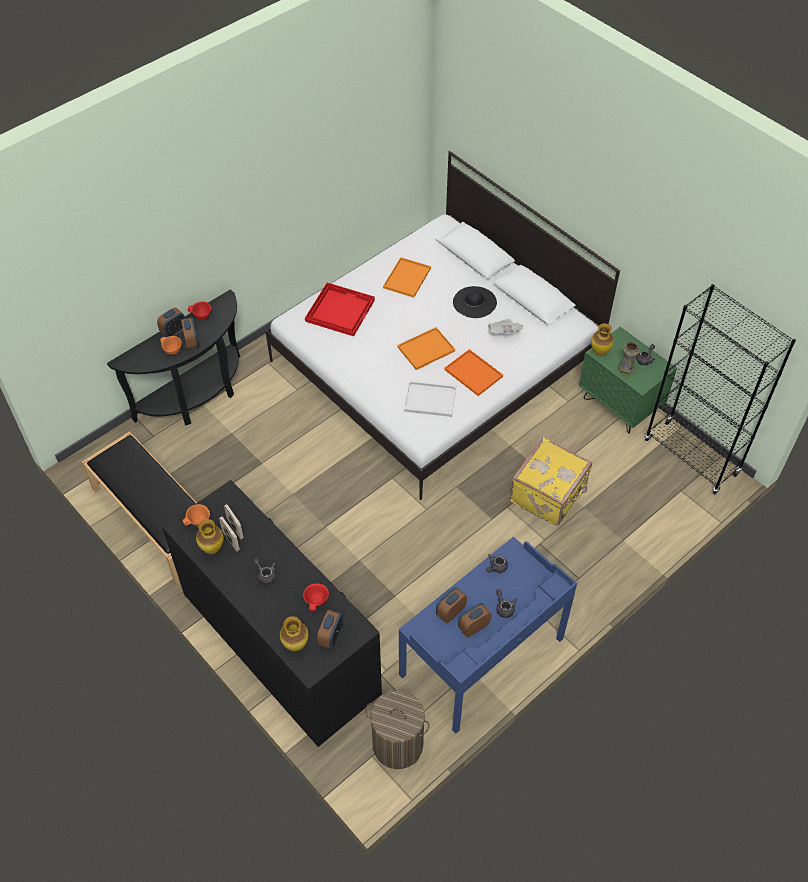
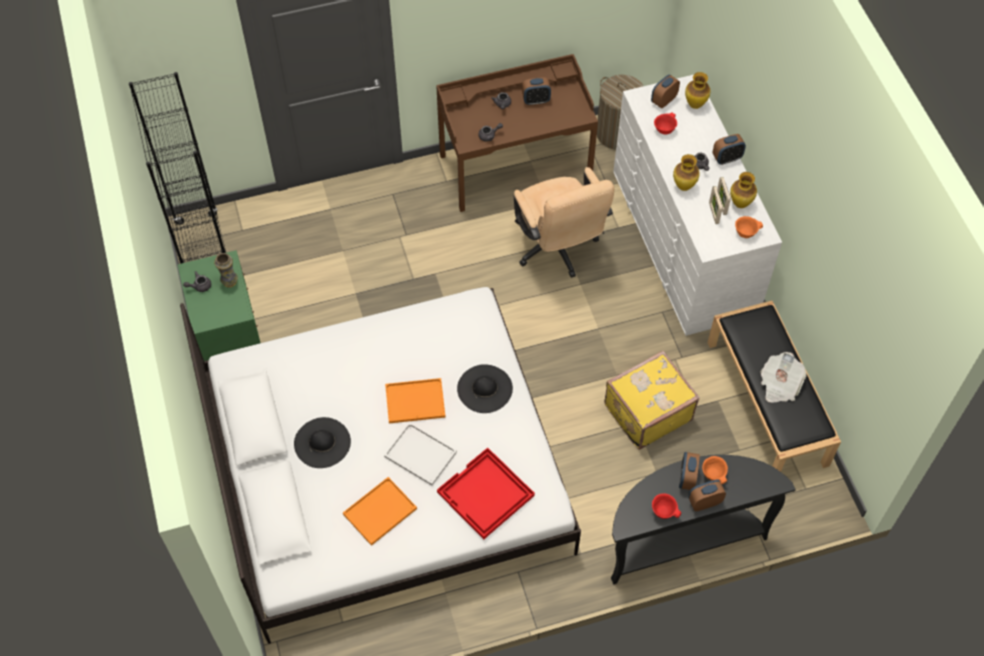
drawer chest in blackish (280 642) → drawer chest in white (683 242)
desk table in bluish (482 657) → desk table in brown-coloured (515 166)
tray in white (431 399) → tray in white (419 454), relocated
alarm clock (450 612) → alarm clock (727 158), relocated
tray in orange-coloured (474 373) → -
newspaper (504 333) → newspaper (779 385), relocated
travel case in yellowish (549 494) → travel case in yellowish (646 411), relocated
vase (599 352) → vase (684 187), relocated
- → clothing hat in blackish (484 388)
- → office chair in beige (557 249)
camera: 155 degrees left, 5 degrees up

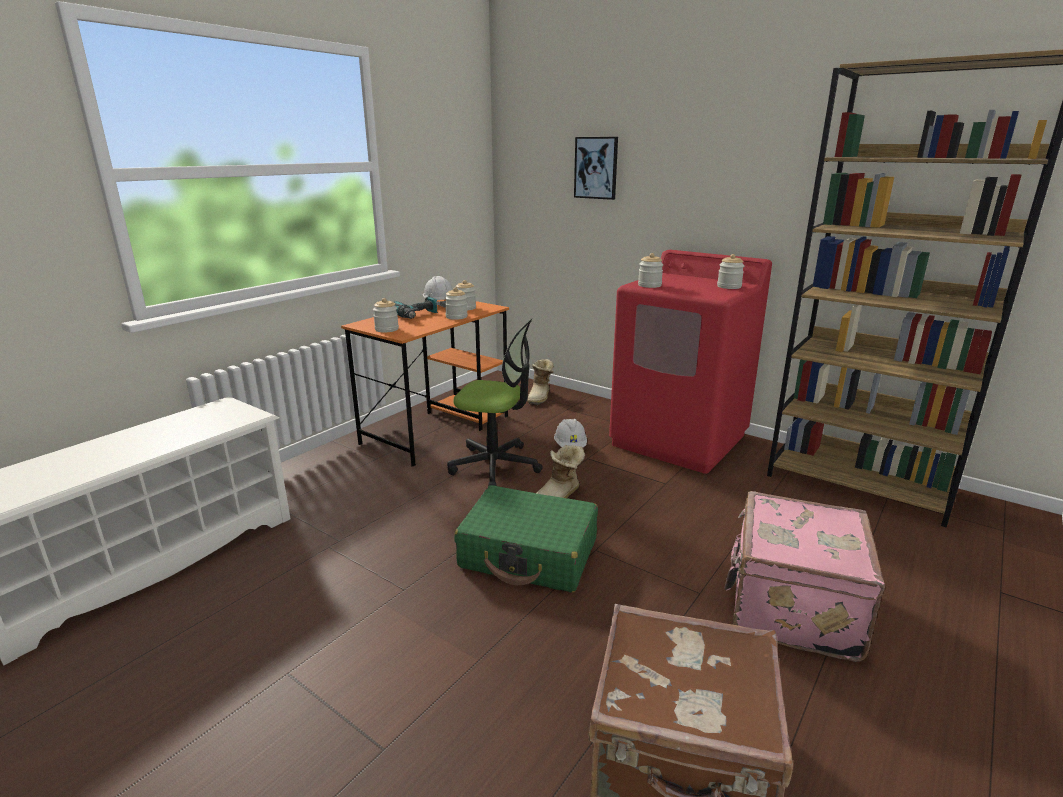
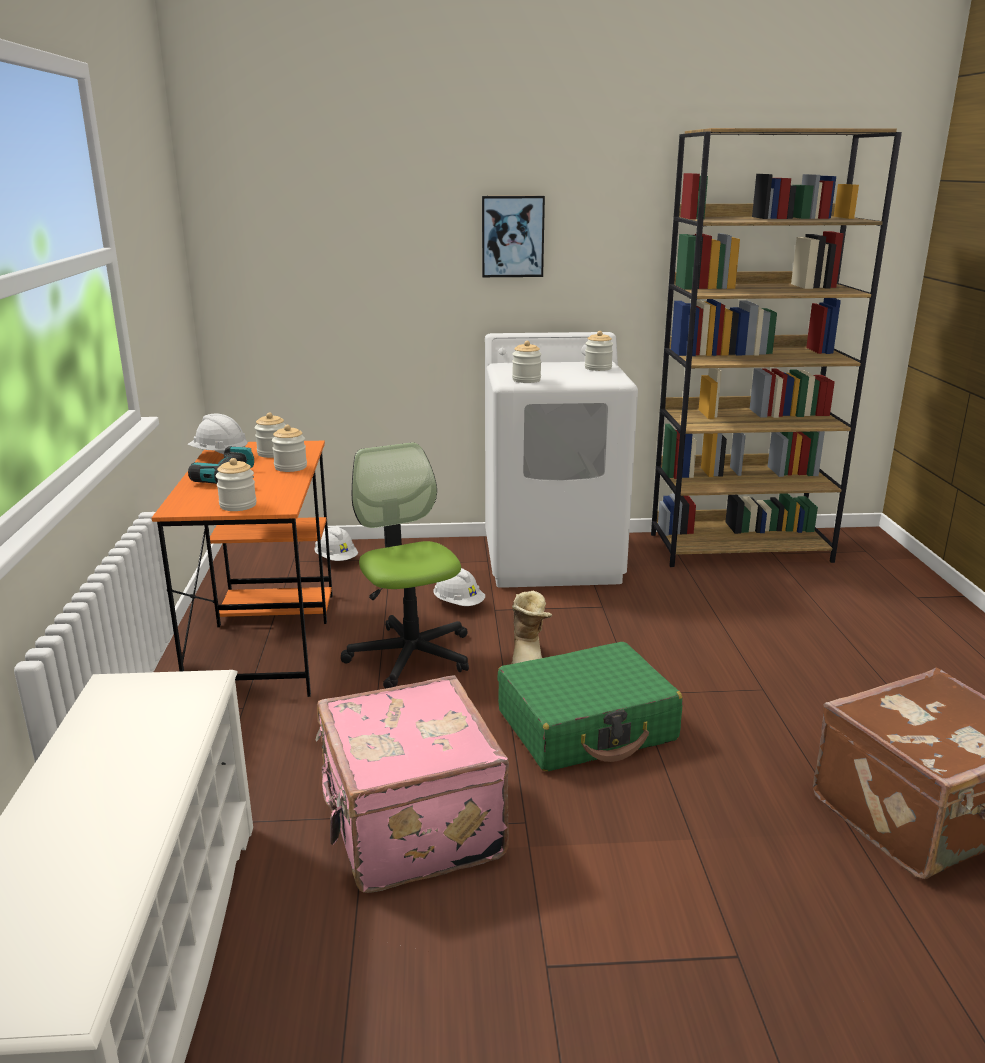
office chair (495 466) → office chair (410 655), 90 degrees counterclockwise
boot (540 397) → work helmet in white (336 559)
wall art (596 168) → wall art (512 236), relocated
washing machine in reddish (679 440) → washing machine in white (553 559)
travel case in pink-coloured (790 607) → travel case in pink-coloured (409 826), relocated
camera: 40 degrees left, 0 degrees up

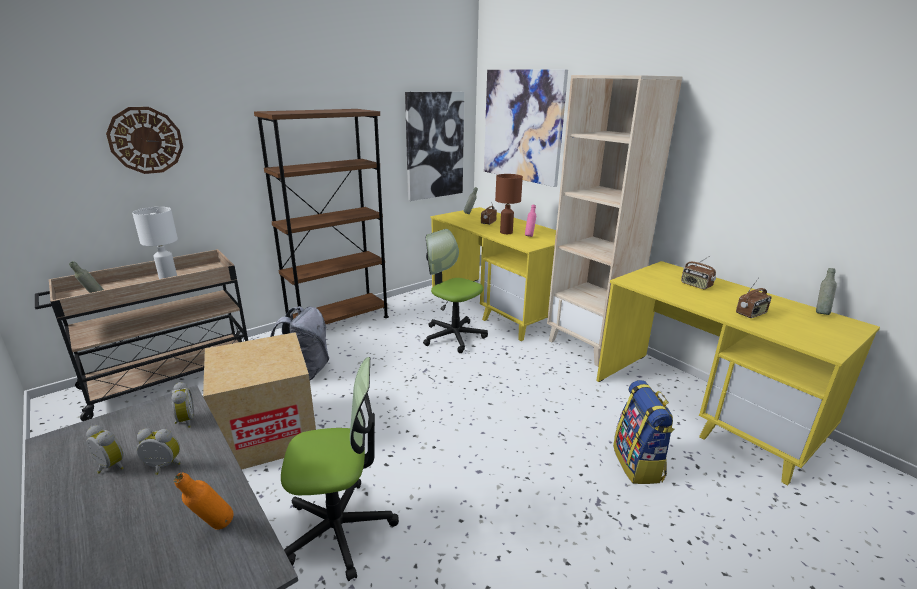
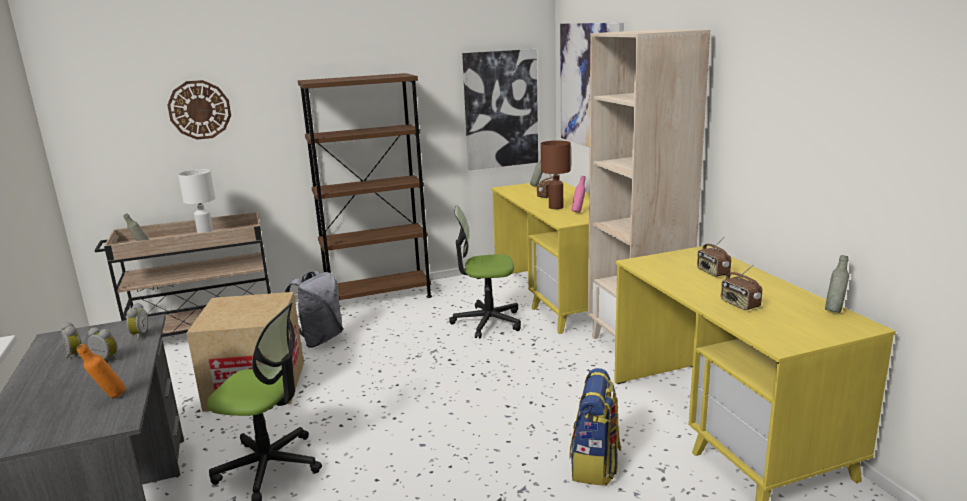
office chair (453 336) → office chair (487 322), 60 degrees counterclockwise
radio set (751 314) → radio set (739 304), 75 degrees clockwise
camera: 20 degrees right, 5 degrees down

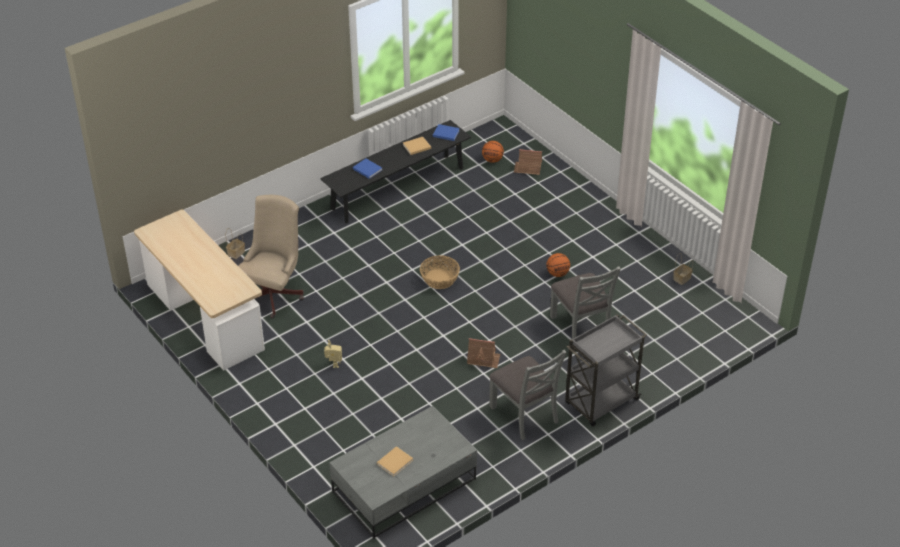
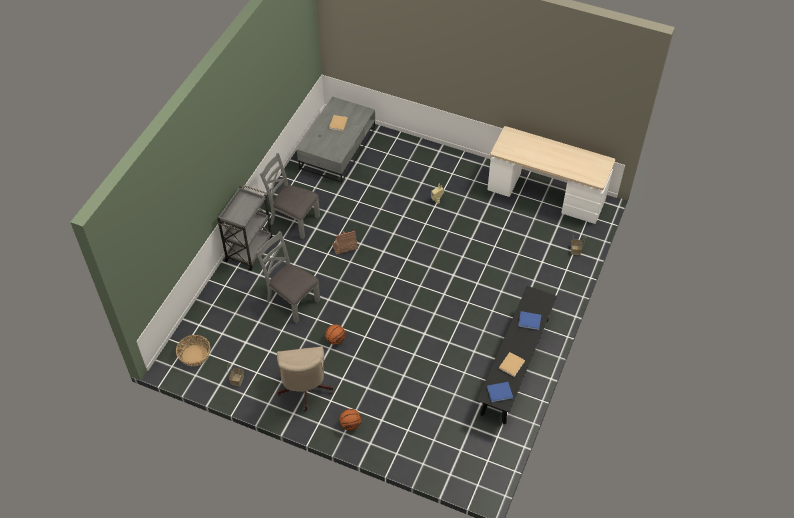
office chair in beige (274 293) → office chair in beige (304 390), relocated
basket (440 279) → basket (194 355), relocated
ball for basketball (492 160) → ball for basketball (350 425), relocated
miniature house (528 168) → -
camera: 150 degrees right, 10 degrees up

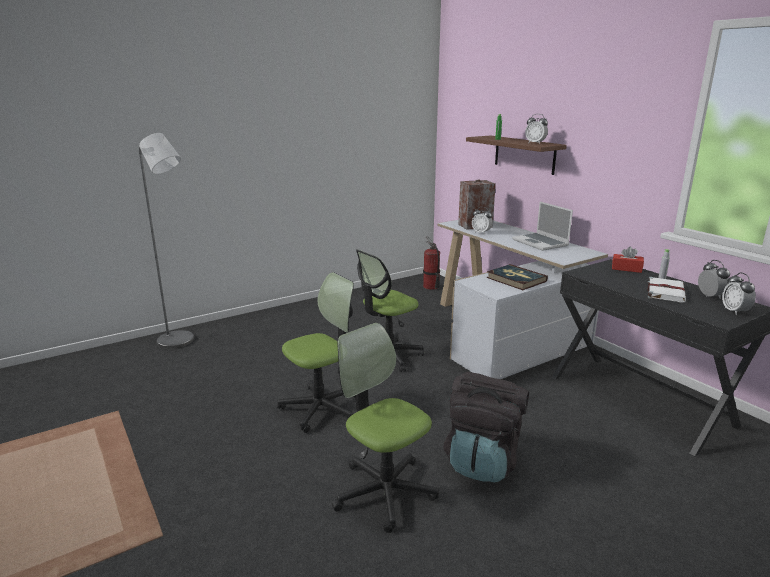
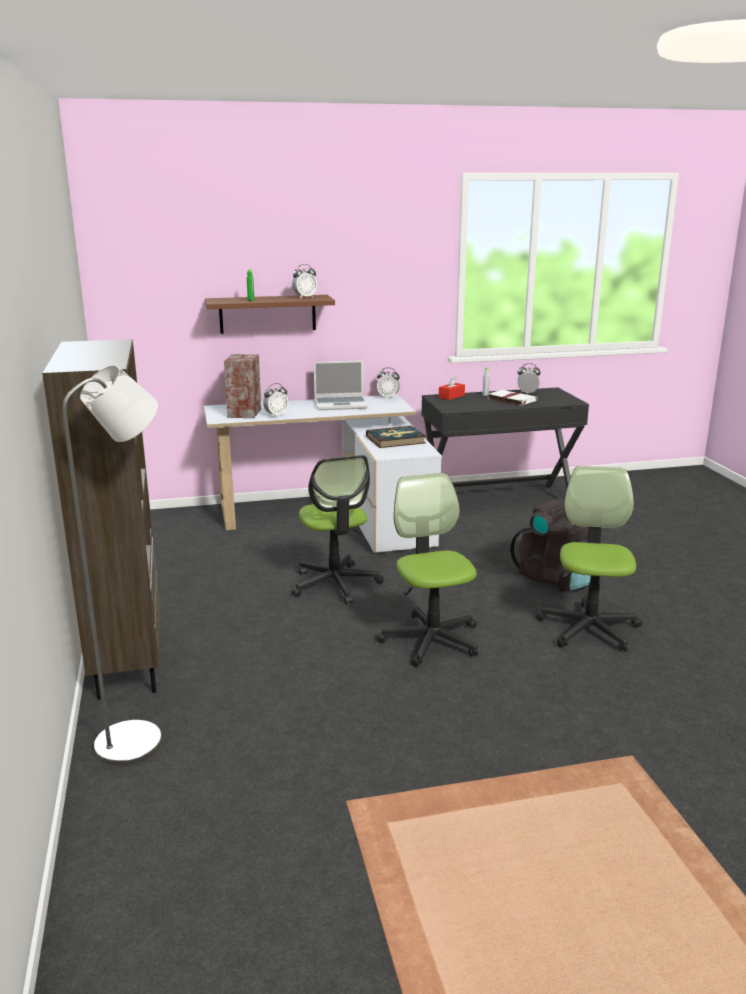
office chair (384 491) → office chair (589 628), 120 degrees clockwise
extinguisher (431 287) → -
alarm clock (734 311) → alarm clock (388 397), relocated
- → bookcase in brown-coloured (127 664)
camera: 70 degrees left, 0 degrees up

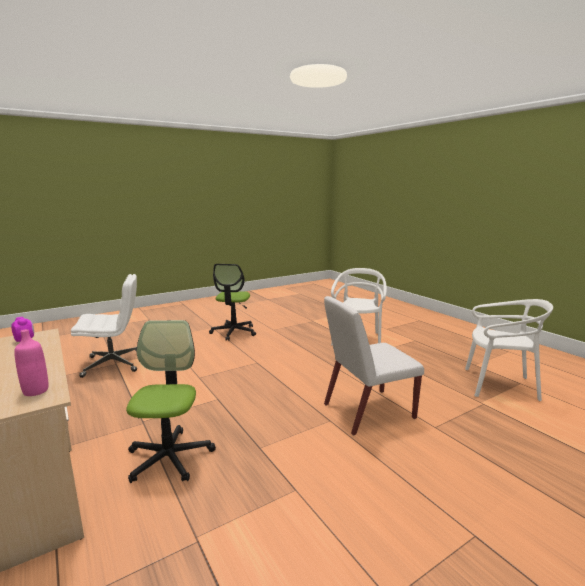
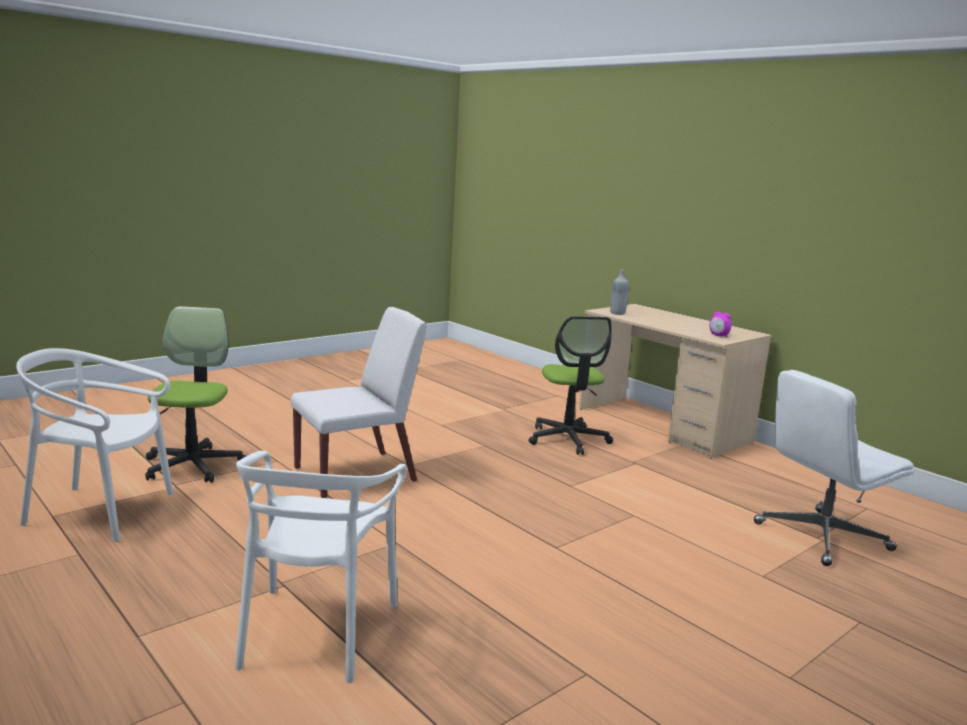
beverage bottle in pink-coloured (36 391) → beverage bottle in gray (617 313)
office chair (233 332) → office chair (193 465), relocated
camera: 170 degrees right, 0 degrees up

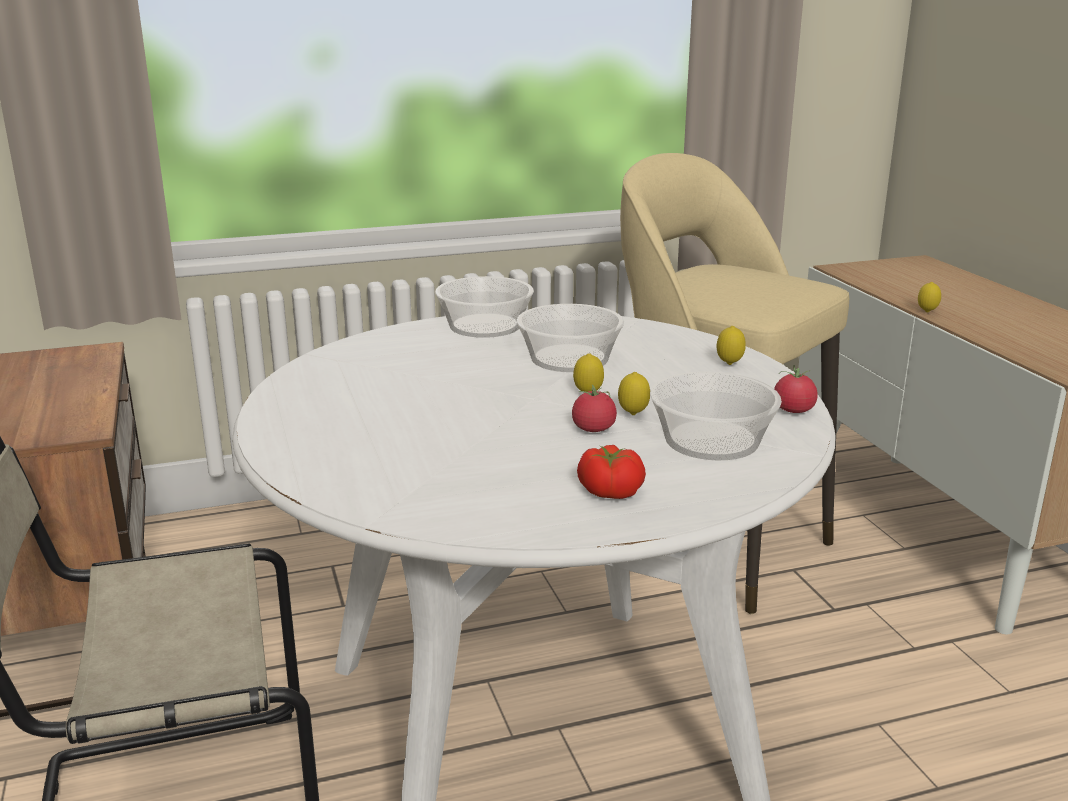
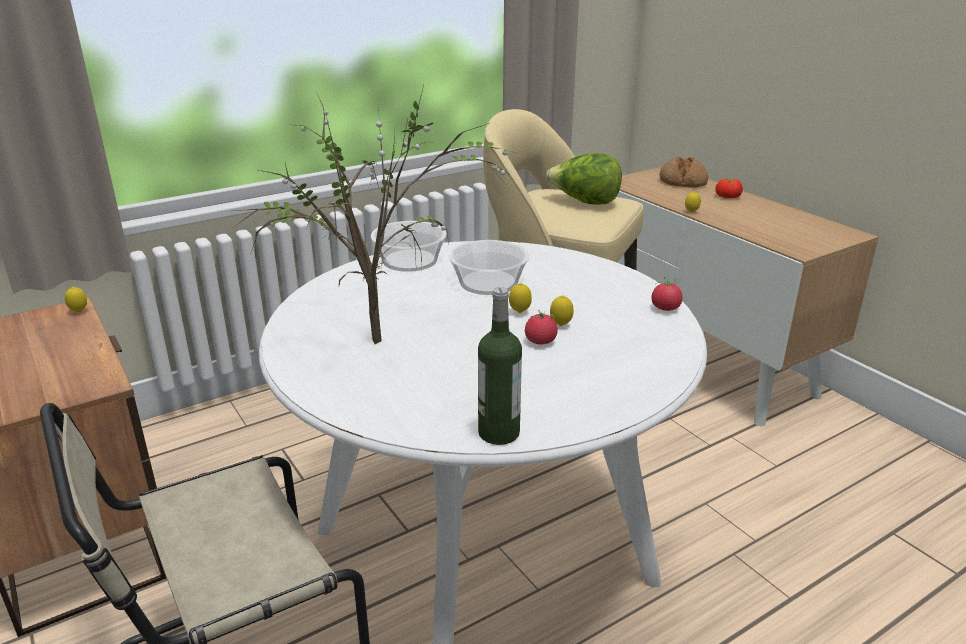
tomato (610 491) → tomato (727 196), relocated
bowl (710 440) → -
whole lemon (729 364) → whole lemon (79 312), relocated
- → potted plant (385 342)
- → beverage bottle (499 433)
- → lettuce (584 202)
- → bread (682 181)
camera: 15 degrees left, 5 degrees up

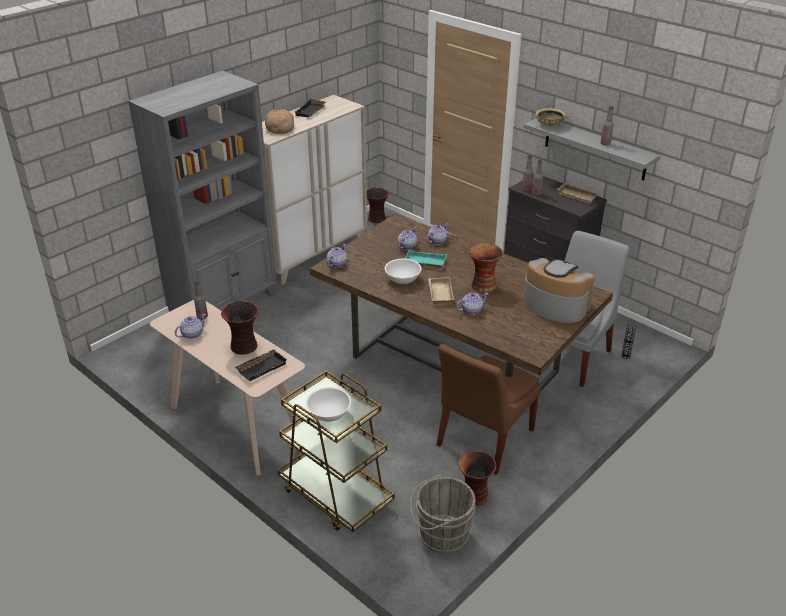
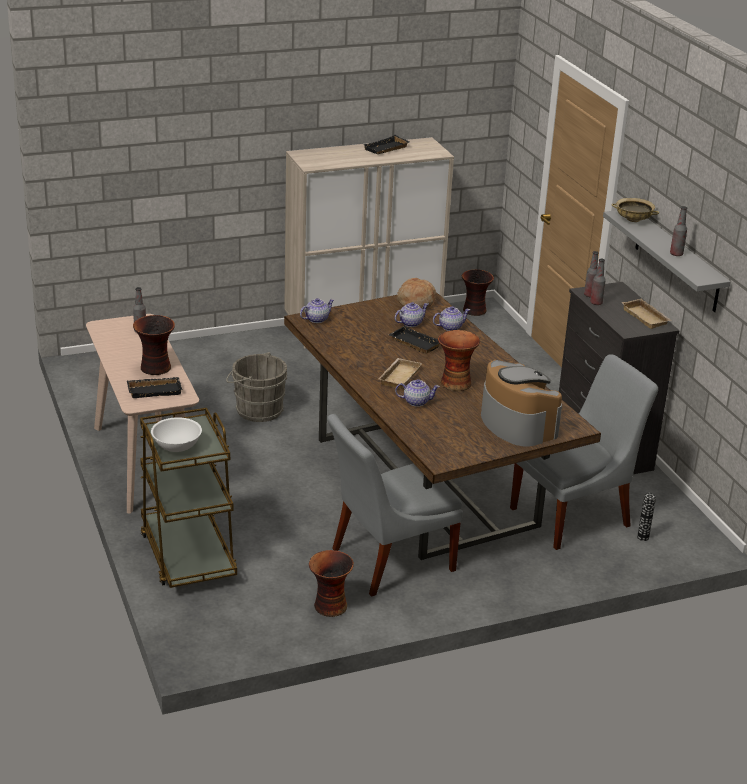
bookcase in gray (224 304) → -
tea pot (191 334) → -
bread (279 128) → bread (415 302), relocated
bowl in white (403 279) → -
tray in turquoise-coloured (424 262) → tray in blackish (413 343)
water bucket in gray (440 535) → water bucket in gray (256 409), relocated
plain chair in brown-coloured (482 440) → plain chair in gray (387 560)
camera: 25 degrees right, 5 degrees down

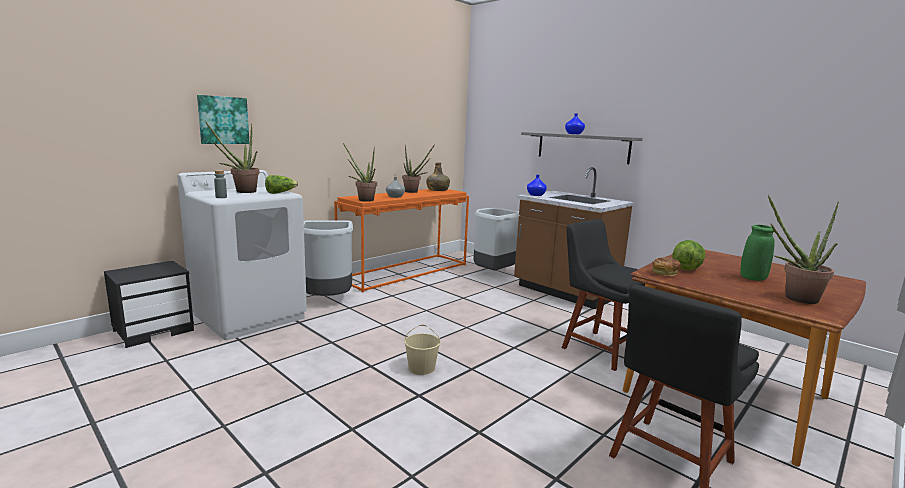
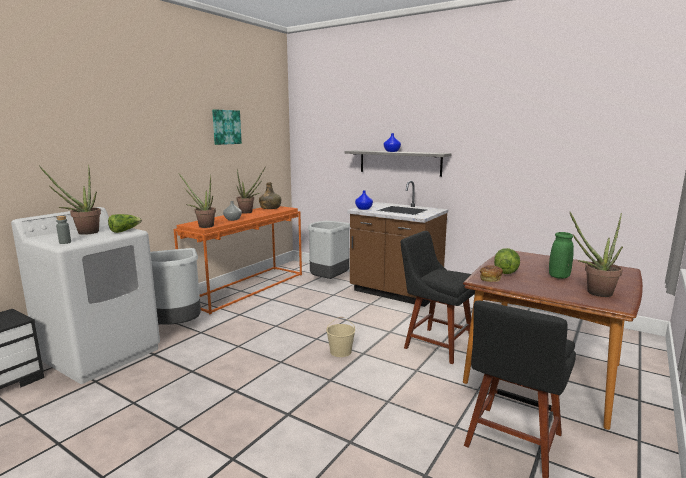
wall art (223 120) → wall art (226 127), relocated
water bucket in beige (422 368) → water bucket in beige (341 351), relocated
camera: 10 degrees left, 0 degrees up

